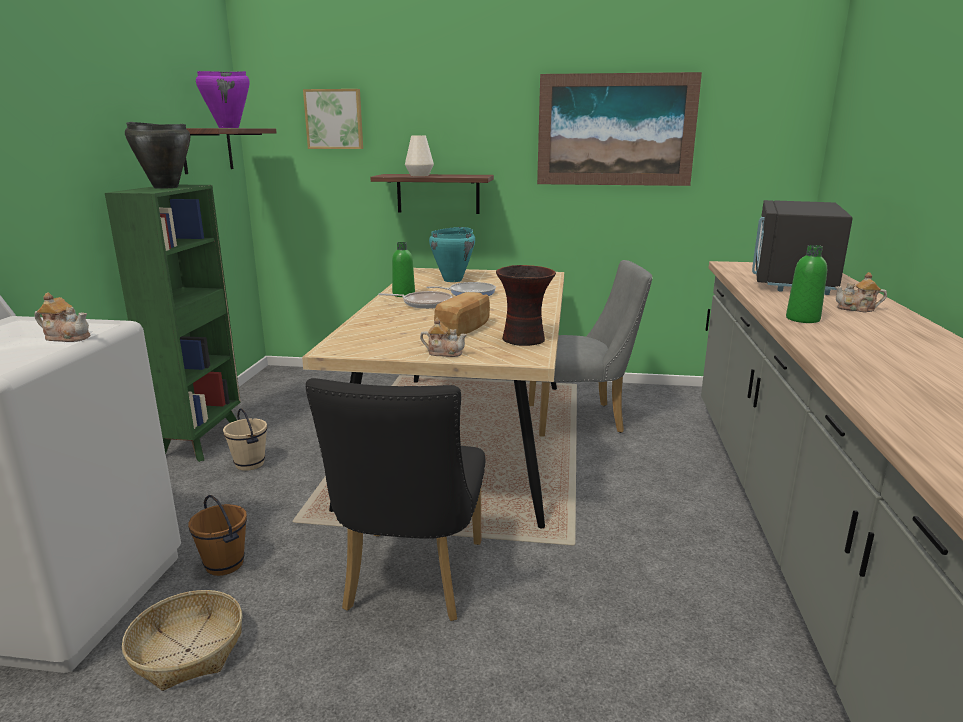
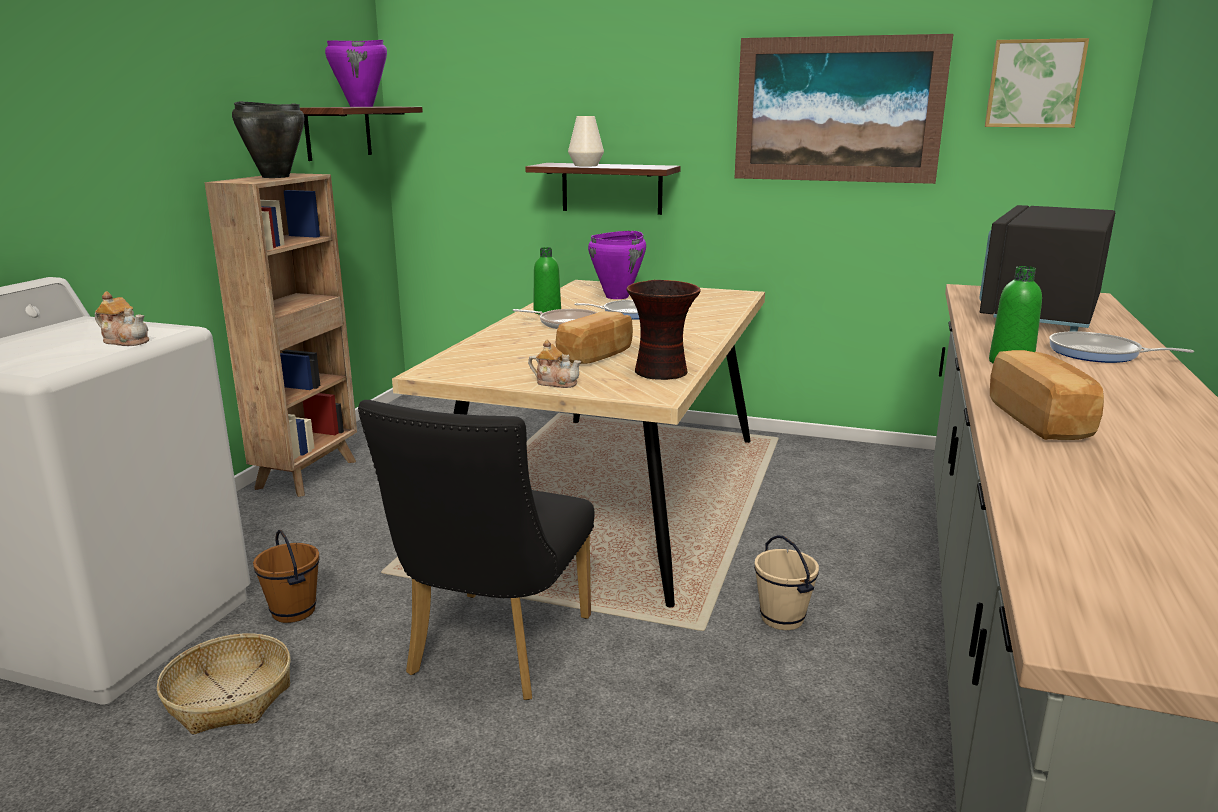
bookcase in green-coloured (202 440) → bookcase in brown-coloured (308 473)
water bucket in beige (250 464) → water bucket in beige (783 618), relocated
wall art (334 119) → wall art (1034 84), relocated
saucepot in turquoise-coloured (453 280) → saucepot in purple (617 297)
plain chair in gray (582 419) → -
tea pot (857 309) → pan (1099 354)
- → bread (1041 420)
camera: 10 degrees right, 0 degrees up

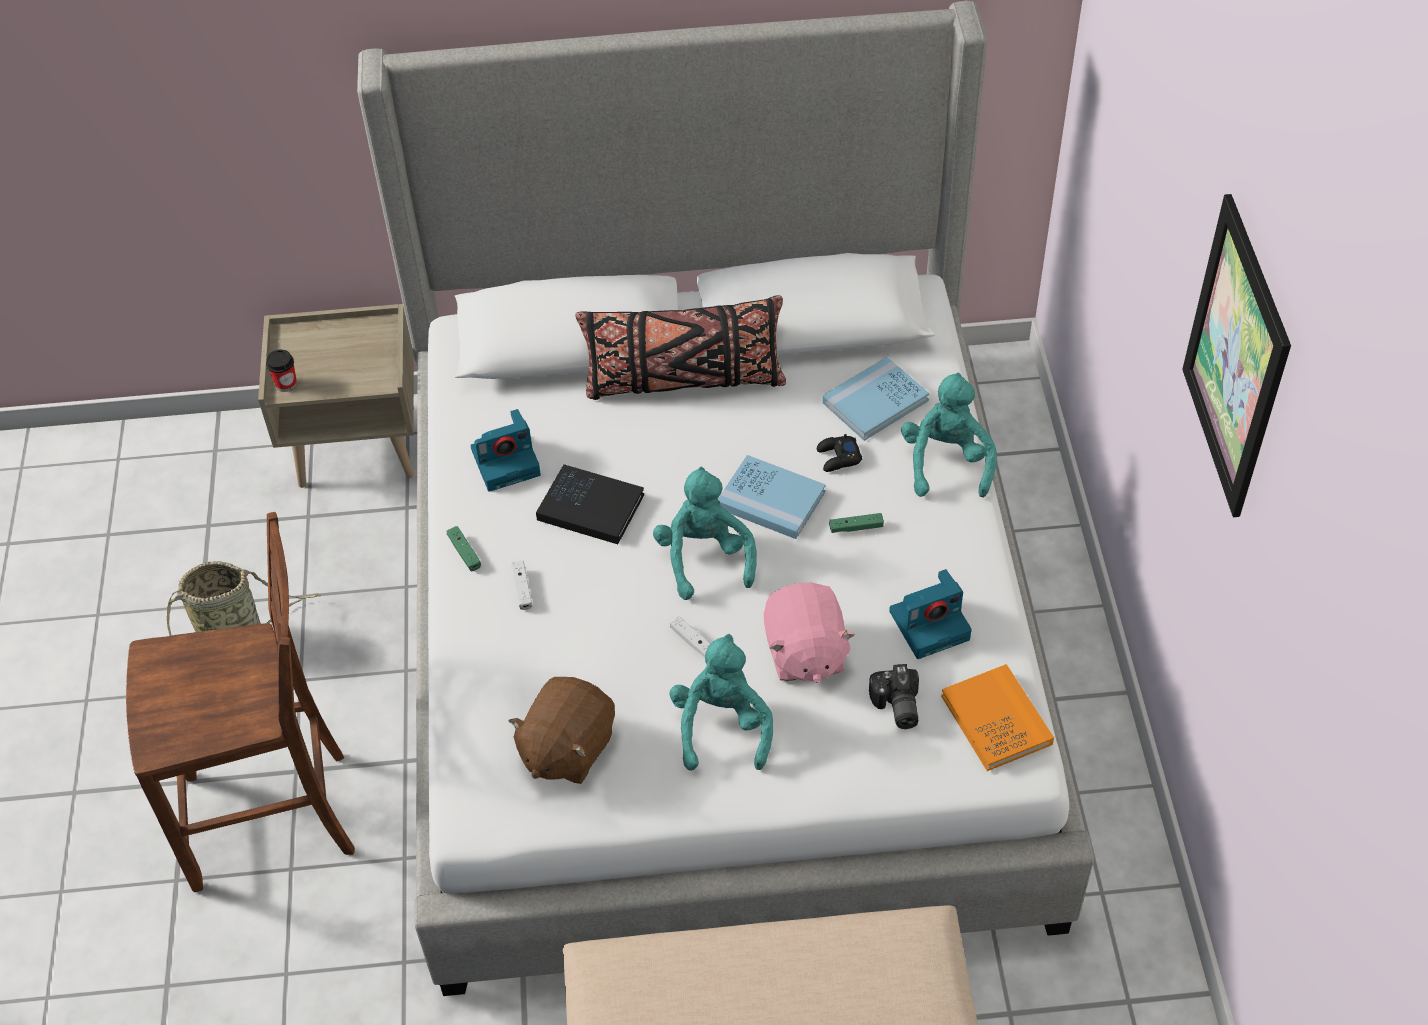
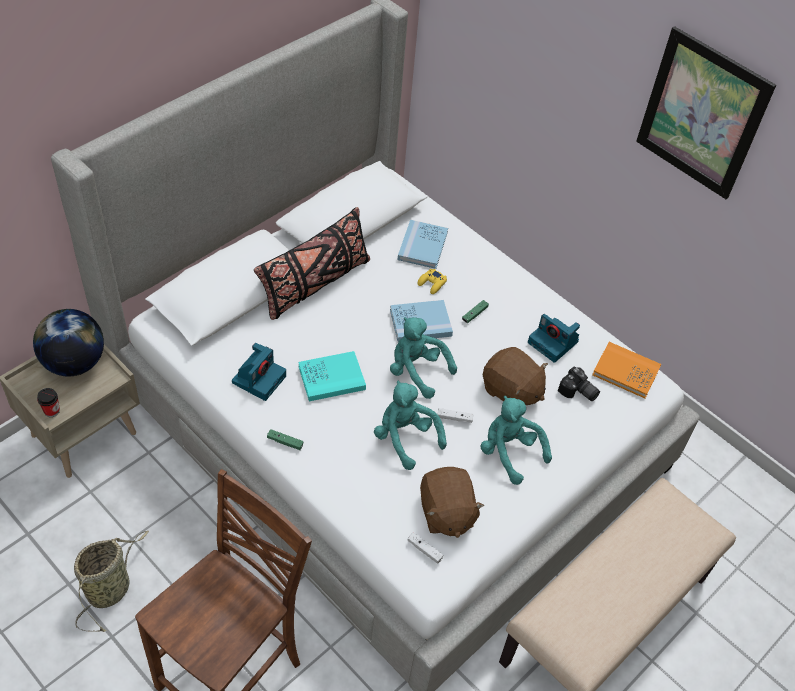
gamepad in white (522 589) → gamepad in white (424 550), relocated
bound book in blackish (590 507) → bound book in turquoise-coloured (331 378)
plush toy in pink-coloured (804 653) → plush toy in brown-coloured (511 391)
gamepad in blackish (838 457) → gamepad in yellowish (432 284)
photo camera (930 624) → photo camera (554 342), 105 degrees clockwise
plush toy in turquoise-coloured (946 462) → plush toy in turquoise-coloured (405 438), relocated
- → globe (74 363)
camera: 45 degrees left, 0 degrees up

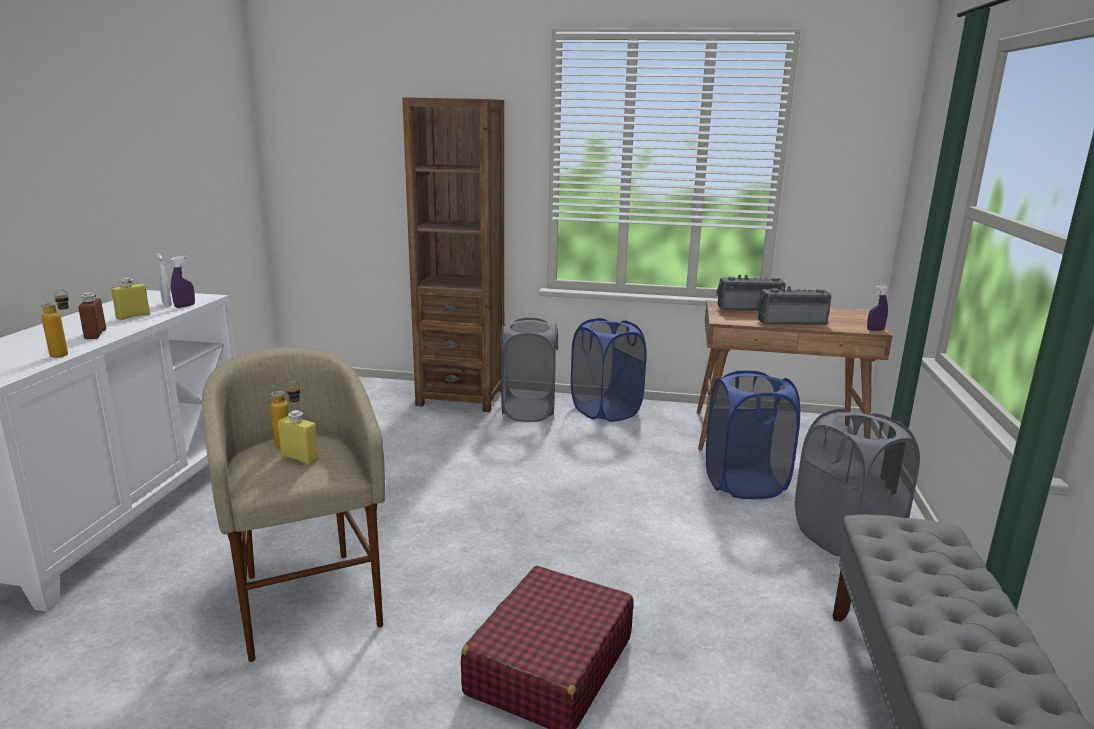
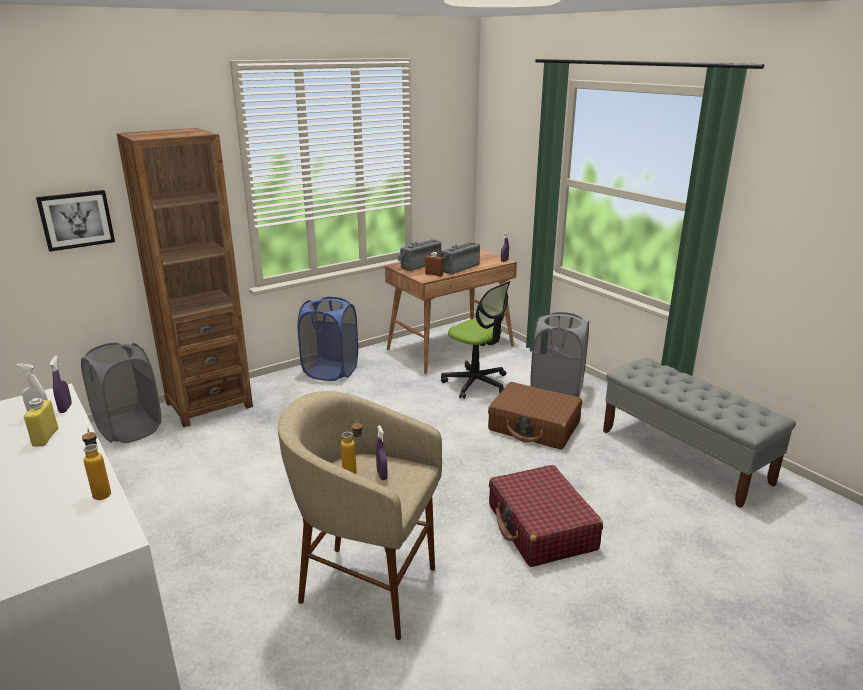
beverage bottle in brown-coloured (95 334) → beverage bottle in brown-coloured (434 274), relocated
beverage bottle in yellowish (299 458) → spray bottle in purple (382 475)
washing basket in gray (528 410) → washing basket in gray (129 429), relocated
washing basket in bluish (744 483) → office chair (476 383)
- → wall art (76 220)
- → travel case in brown-coloured (534 426)
camera: 45 degrees left, 5 degrees up

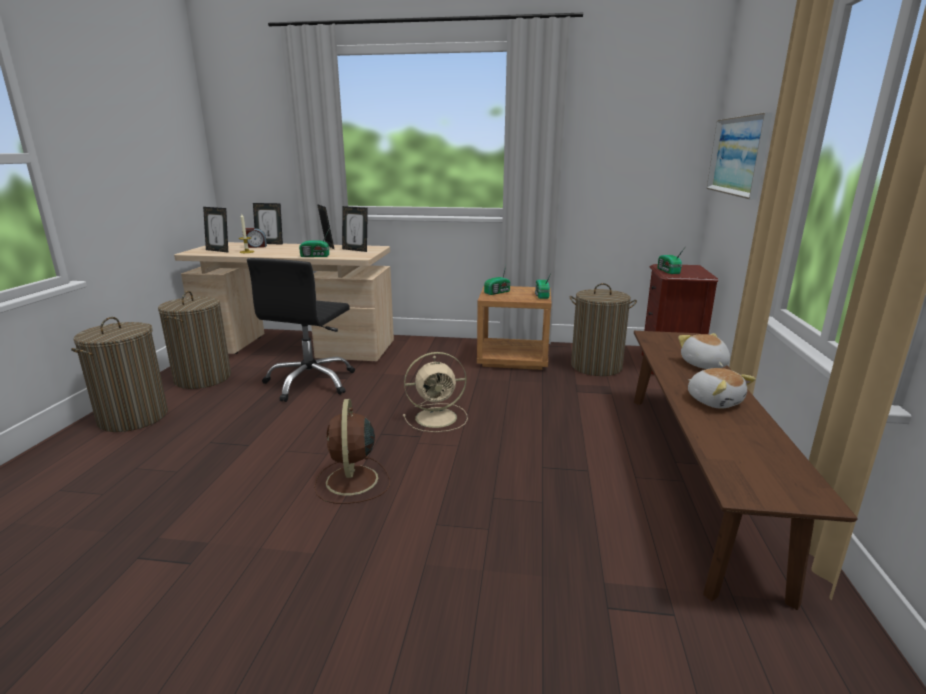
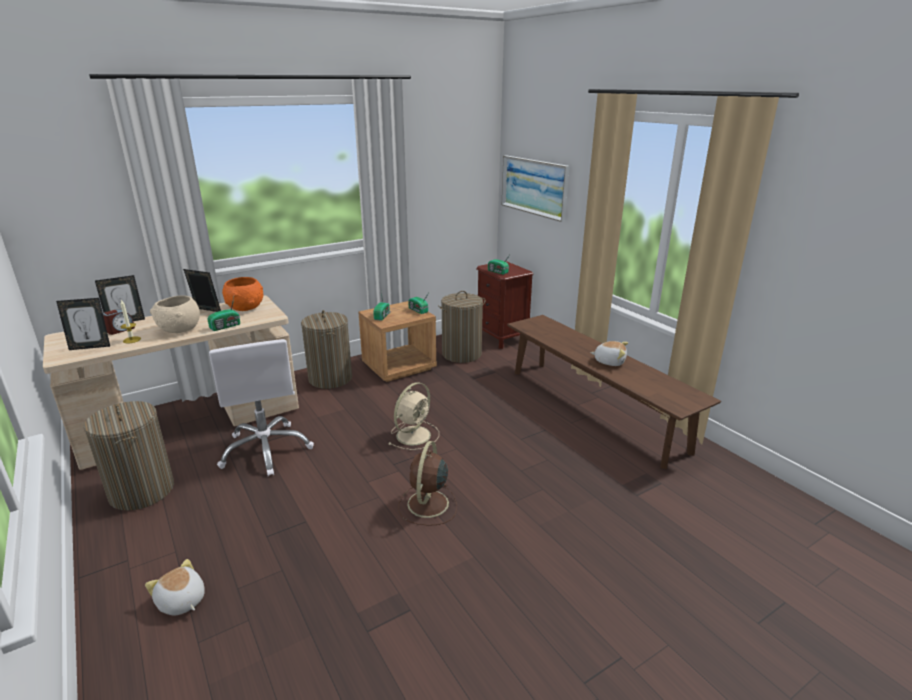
washing basket (133 417) → washing basket (330 378), relocated
office chair in blackish (311 382) → office chair in white (266 449)
fan in brown-coloured (352 482) → fan in brown-coloured (427 505), 60 degrees clockwise
photo frame (356 250) → bowl in orange-coloured (246 308)
plush toy (703 365) → plush toy (181 601), relocated
- → bowl in beige (180 330)
camera: 40 degrees left, 5 degrees up

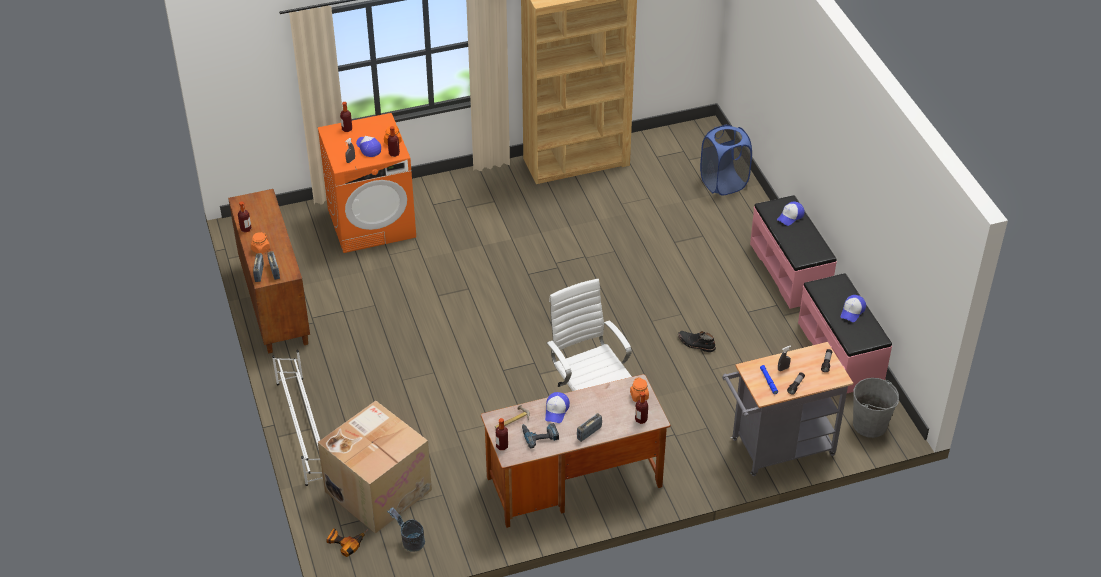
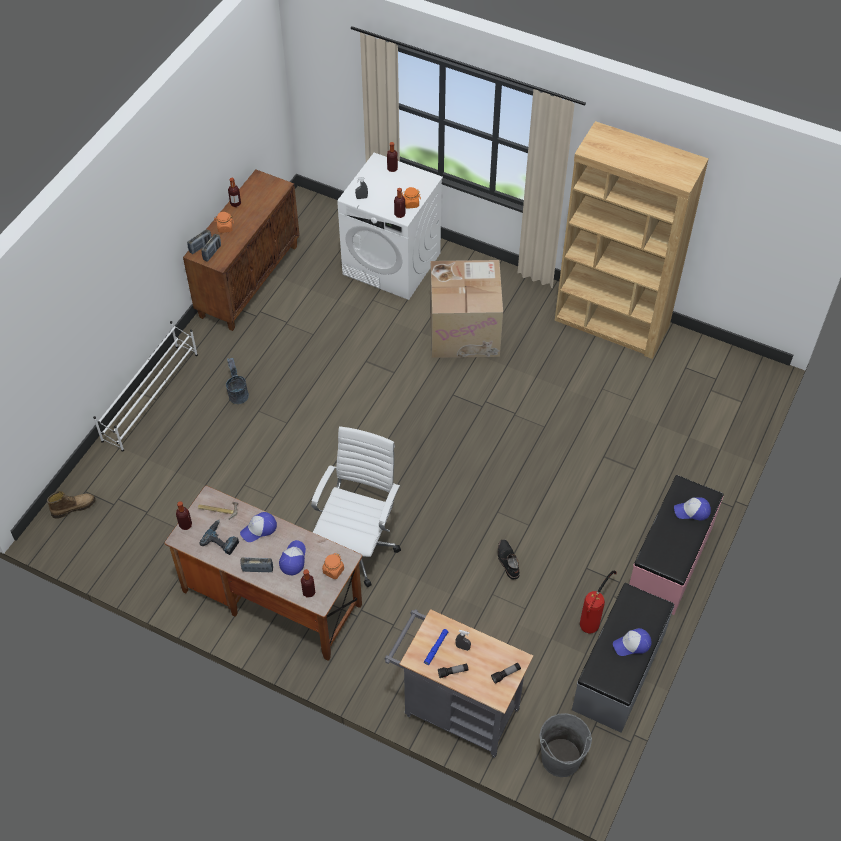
washing machine in orange-coloured (372 222) → washing machine in white (392 264)
carton (378 489) → carton (465 330), relocated
drill (346 541) → boot (73 507)
cap (368 148) → cap (293 559), relocated
water bucket in gray (409 541) → water bucket in gray (237 393), relocated
washing basket in bluish (723 183) → -
bench in pink-coloured (841 352) → bench in gray (620 671)
- → extinguisher (594 616)
camera: 45 degrees right, 10 degrees up

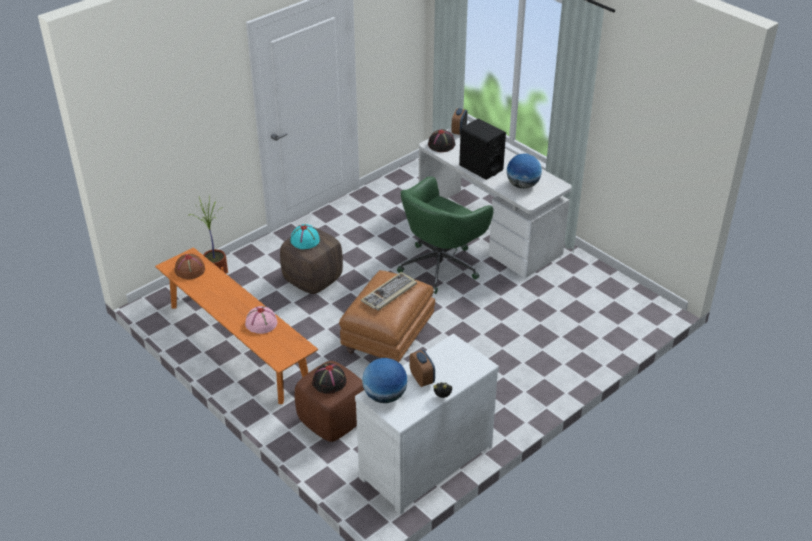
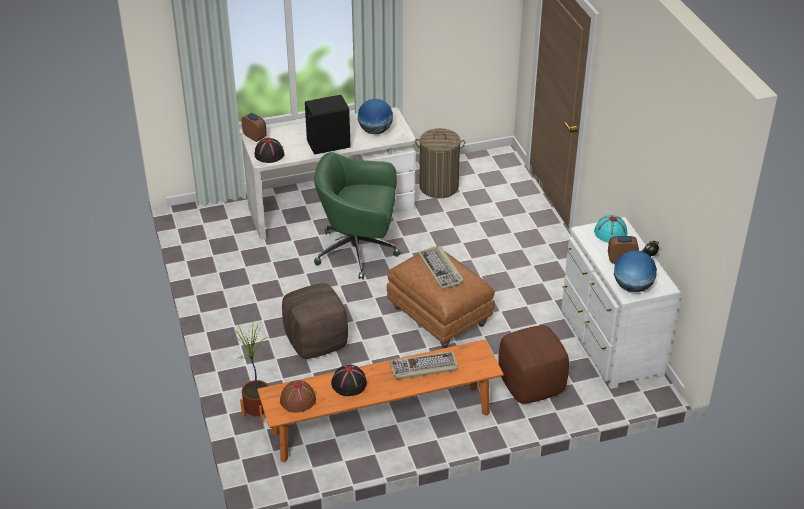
clothing hat in pink-coloured (261 323) → computer keyboard (423 367)
clothing hat in turquoise-coloured (305 240) → clothing hat in turquoise-coloured (610 233), relocated
clothing hat in blackish (329 382) → clothing hat in blackish (349 384), relocated
office chair in green-coloured (441 266) → office chair in green-coloured (358 252), 120 degrees clockwise
- → washing basket (439 187)
camera: 65 degrees left, 0 degrees up

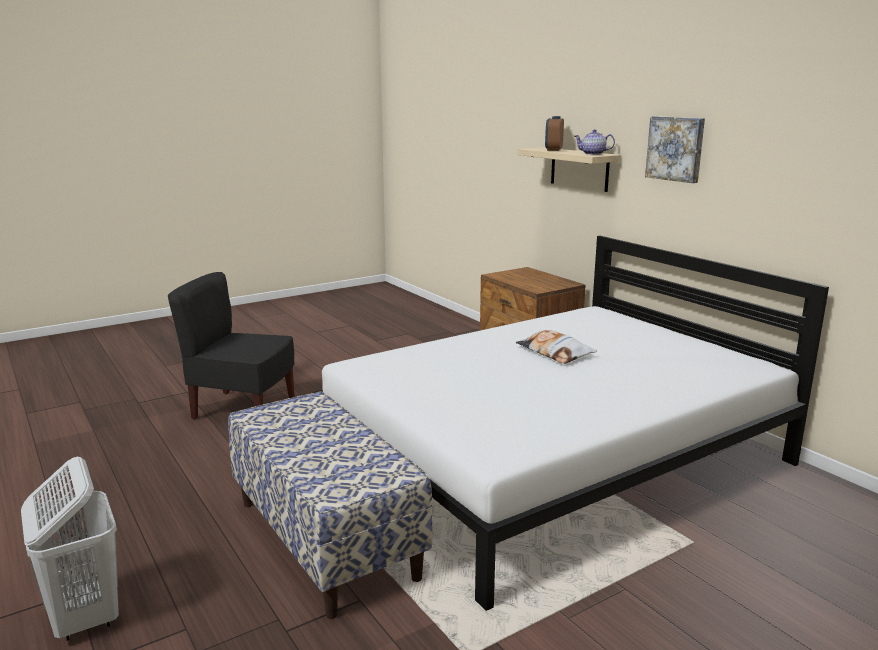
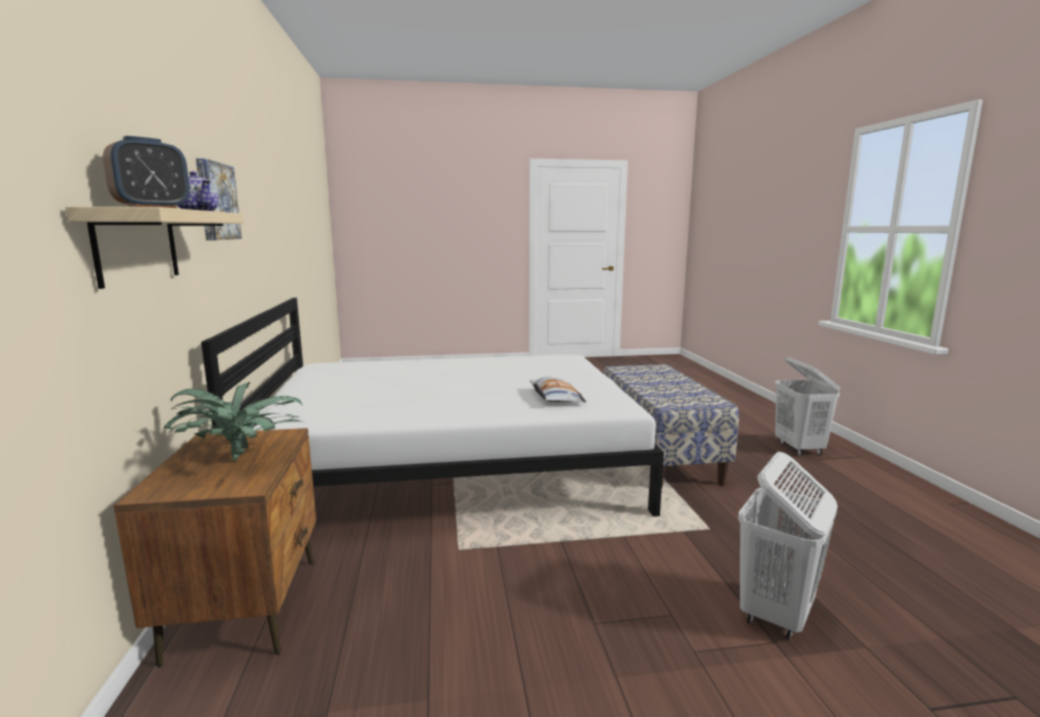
plain chair in blackish (243 409) → washing basket in white (776 614)
pillow (555 353) → pillow (555 397), relocated
- → potted plant (241 458)
camera: 155 degrees left, 5 degrees down

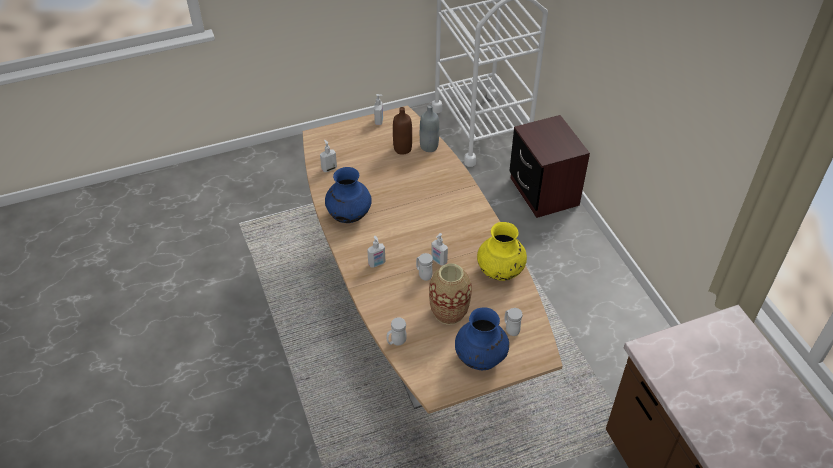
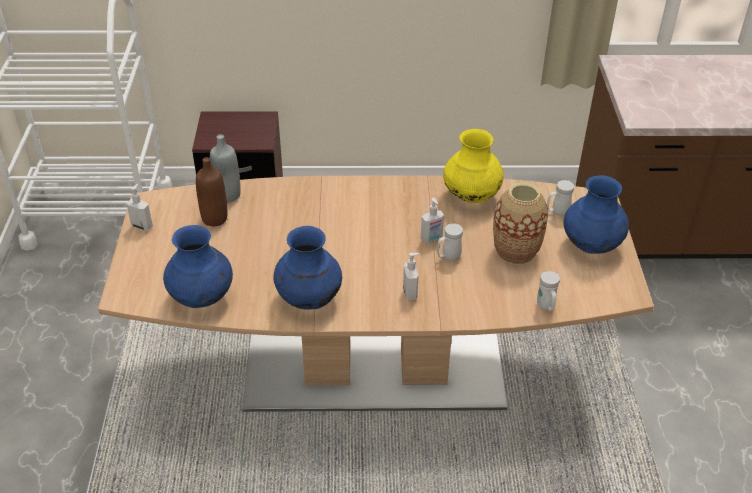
liquid soap bottle (329 168) → vase in bluish (202 298)
camera: 70 degrees left, 5 degrees down

